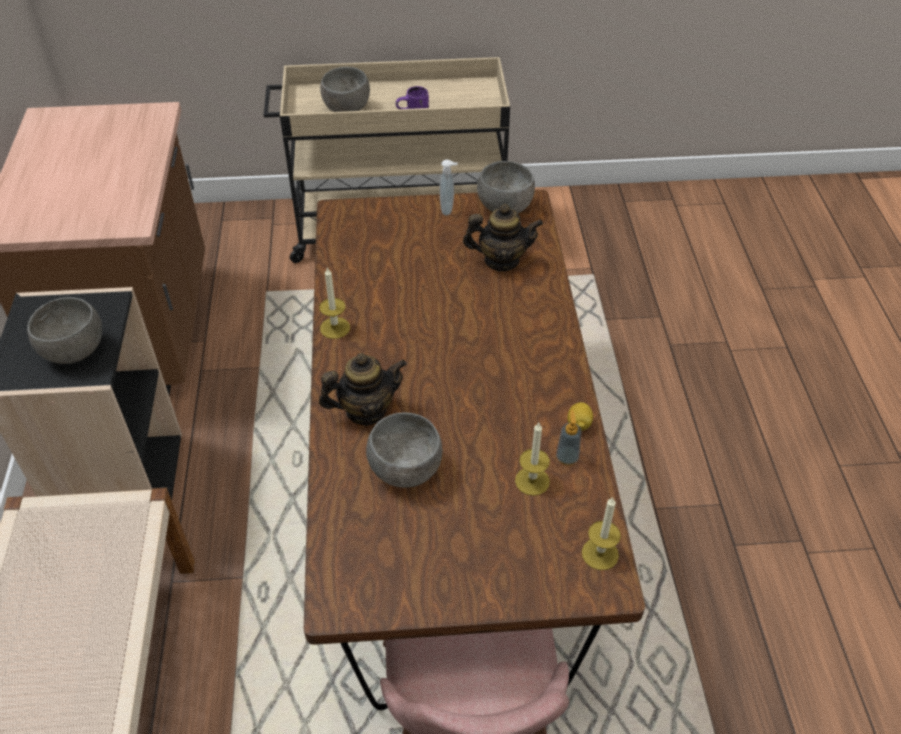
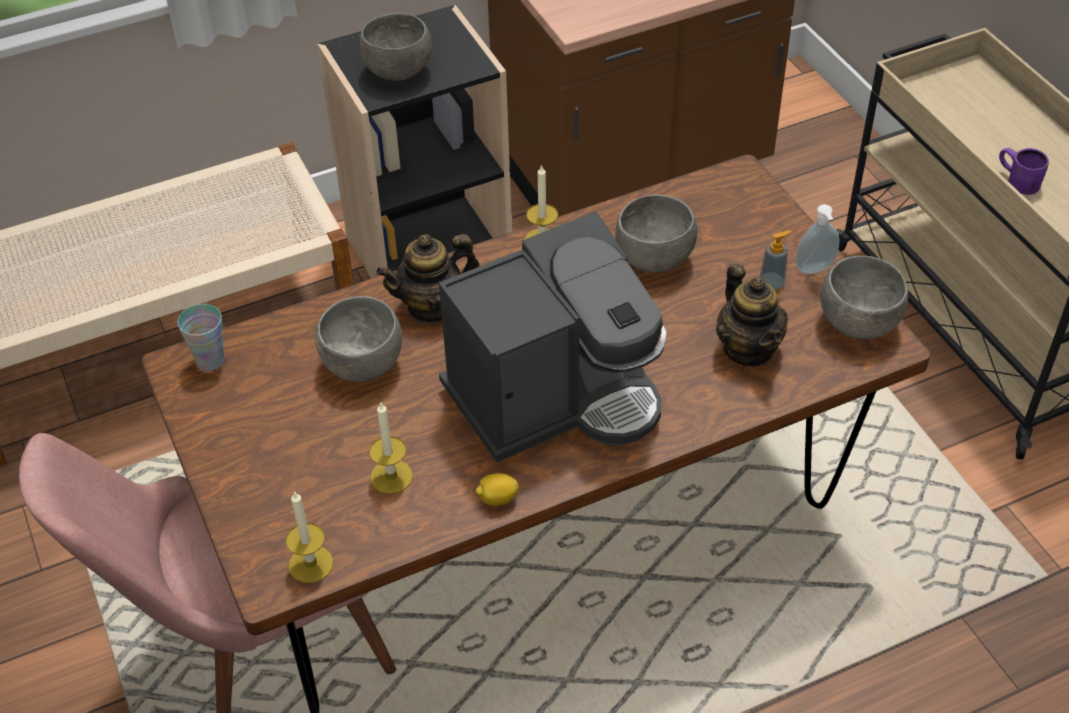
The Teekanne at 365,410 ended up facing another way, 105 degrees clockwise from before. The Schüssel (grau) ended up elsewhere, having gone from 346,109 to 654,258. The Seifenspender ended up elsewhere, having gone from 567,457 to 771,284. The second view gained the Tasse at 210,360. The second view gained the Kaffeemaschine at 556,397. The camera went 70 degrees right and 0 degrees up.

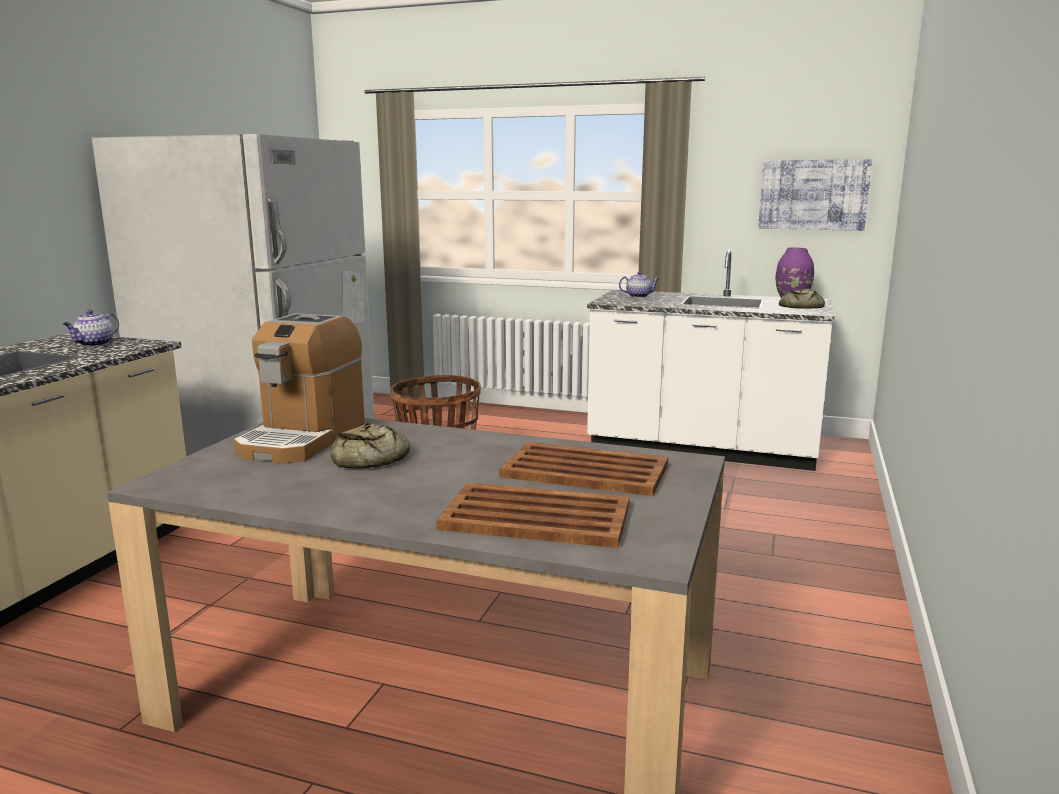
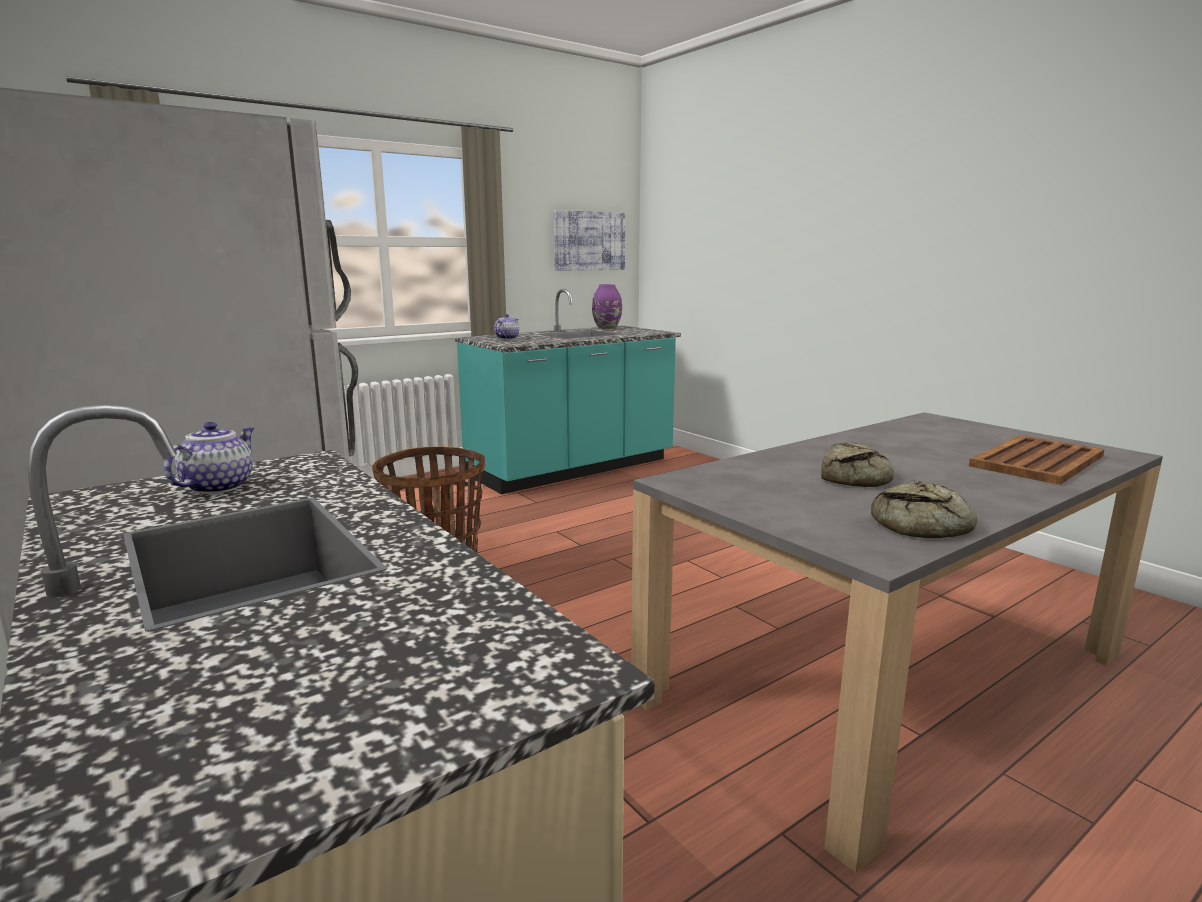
The Teekanne at 94,344 ended up facing another way, 135 degrees counterclockwise from before. The second view lost the Kaffeemaschine at 303,438. The second view lost the Tablett (braun) at 583,470. What was the Küchenzeile (weiß) at 702,448 turned into the Küchenzeile (türkis) at 572,468. The Brot ended up elsewhere, having gone from 800,307 to 924,525. The camera went 55 degrees left and 0 degrees up.

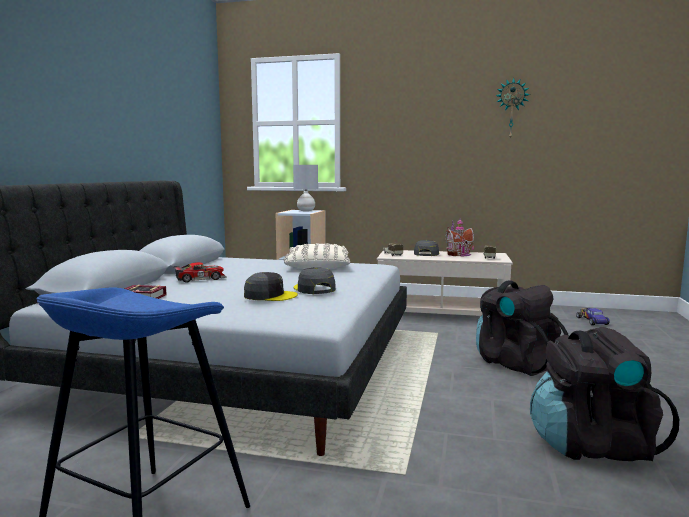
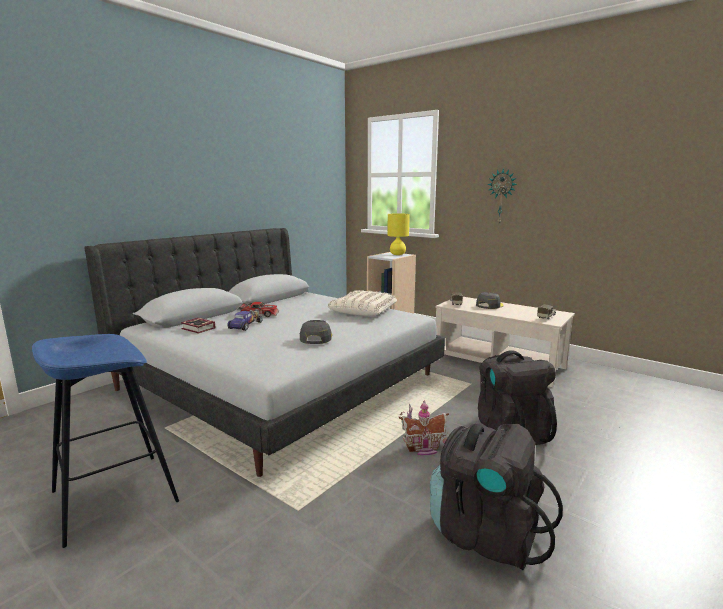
The second view lost the Kappe (grau) at 270,295. What was the Tischlampe (grau) at 306,210 turned into the Tischlampe (gelb) at 397,254. The Spielzeughaus ended up elsewhere, having gone from 460,255 to 423,449. The Wanduhr ended up elsewhere, having gone from 511,109 to 501,196. The Spielzeugauto ended up elsewhere, having gone from 591,321 to 246,325. The camera went 25 degrees right and 5 degrees up.

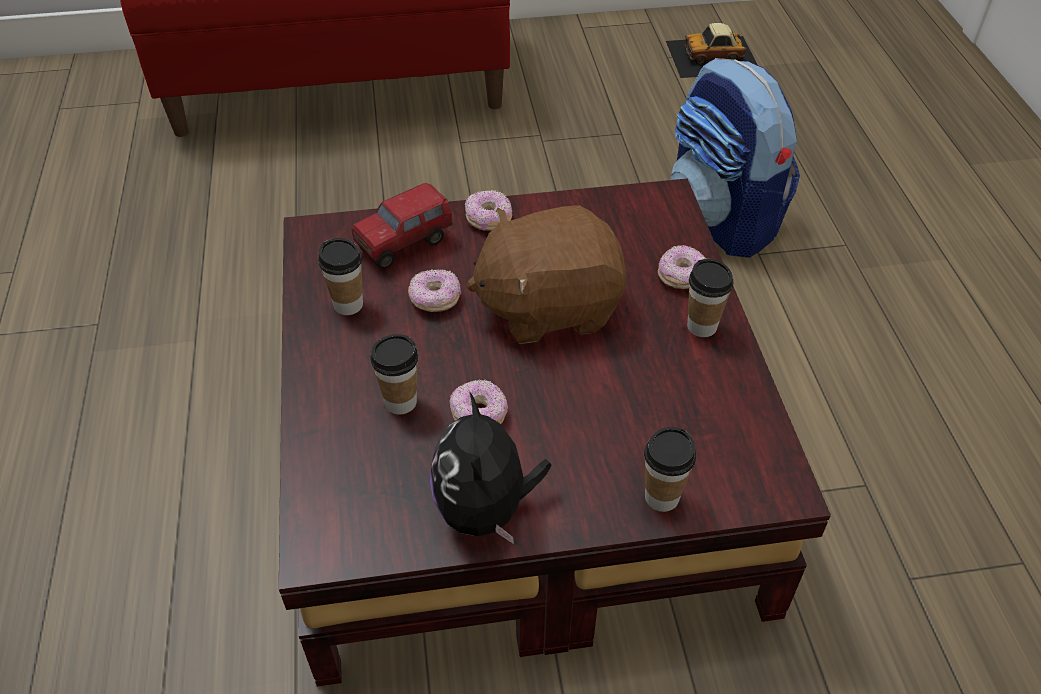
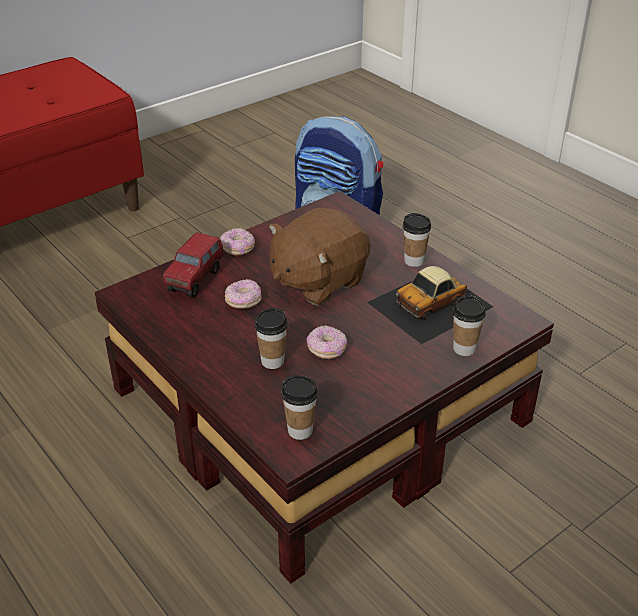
The Tasse ended up elsewhere, having gone from 348,305 to 300,430. The second view lost the Plüschtier at 486,510. The second view lost the Donut at 682,277. The Spielzeugauto ended up elsewhere, having gone from 713,56 to 431,304. The camera went 30 degrees left and 10 degrees down.

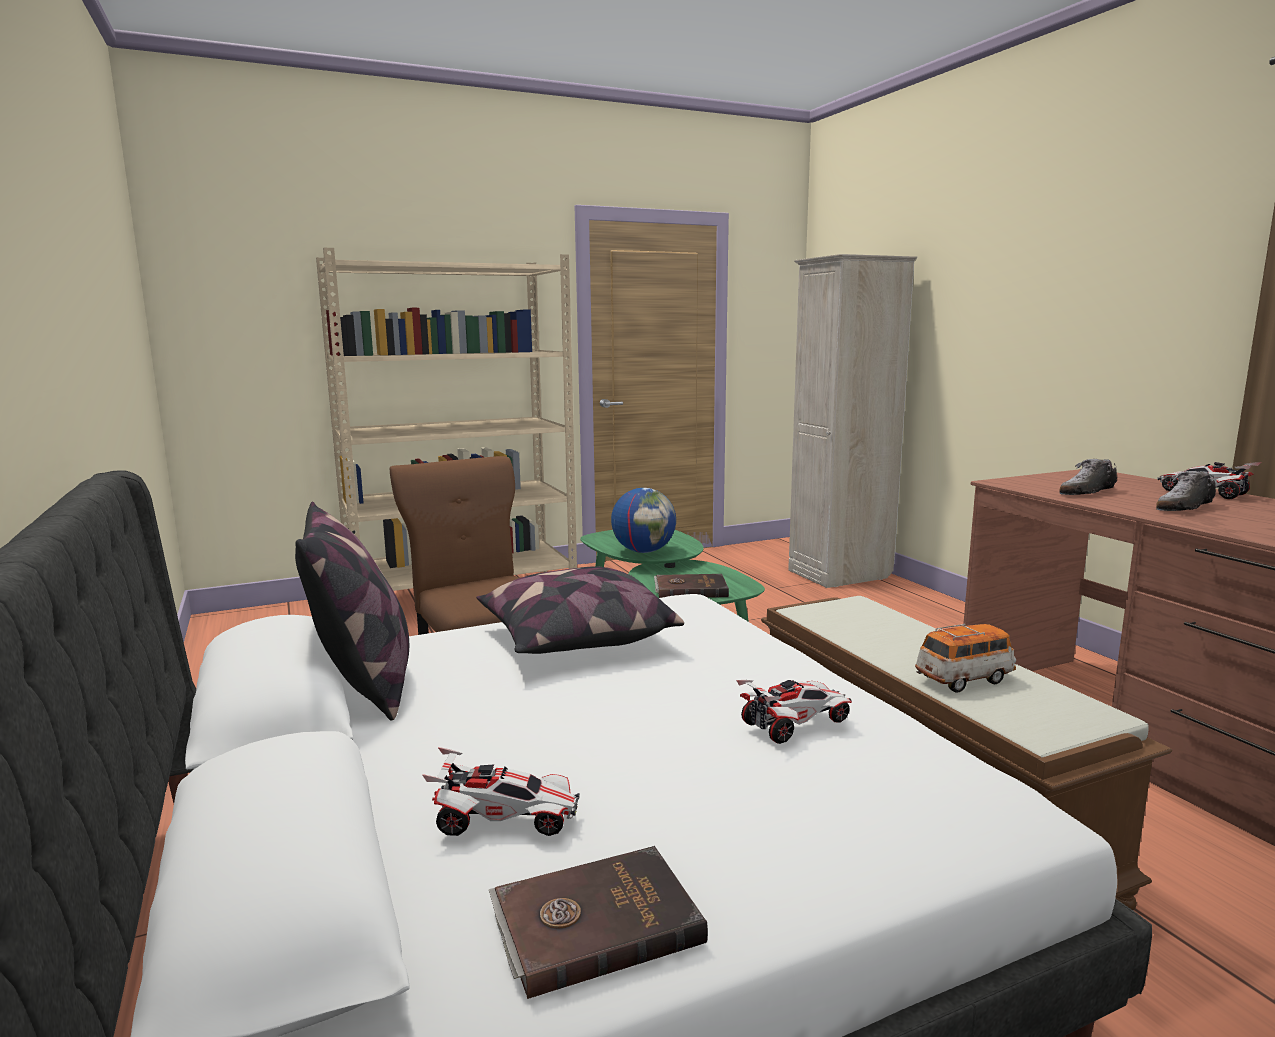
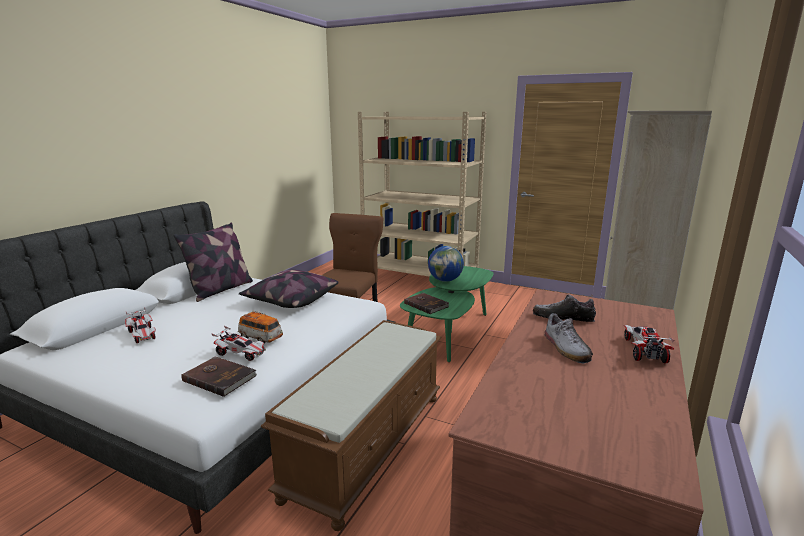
The Buch (braun) ended up elsewhere, having gone from 594,922 to 220,378. The Spielzeugauto ended up elsewhere, having gone from 964,679 to 261,338. The Schuh at 1184,507 ended up facing another way, 120 degrees counterclockwise from before. The camera went 50 degrees right and 5 degrees up.

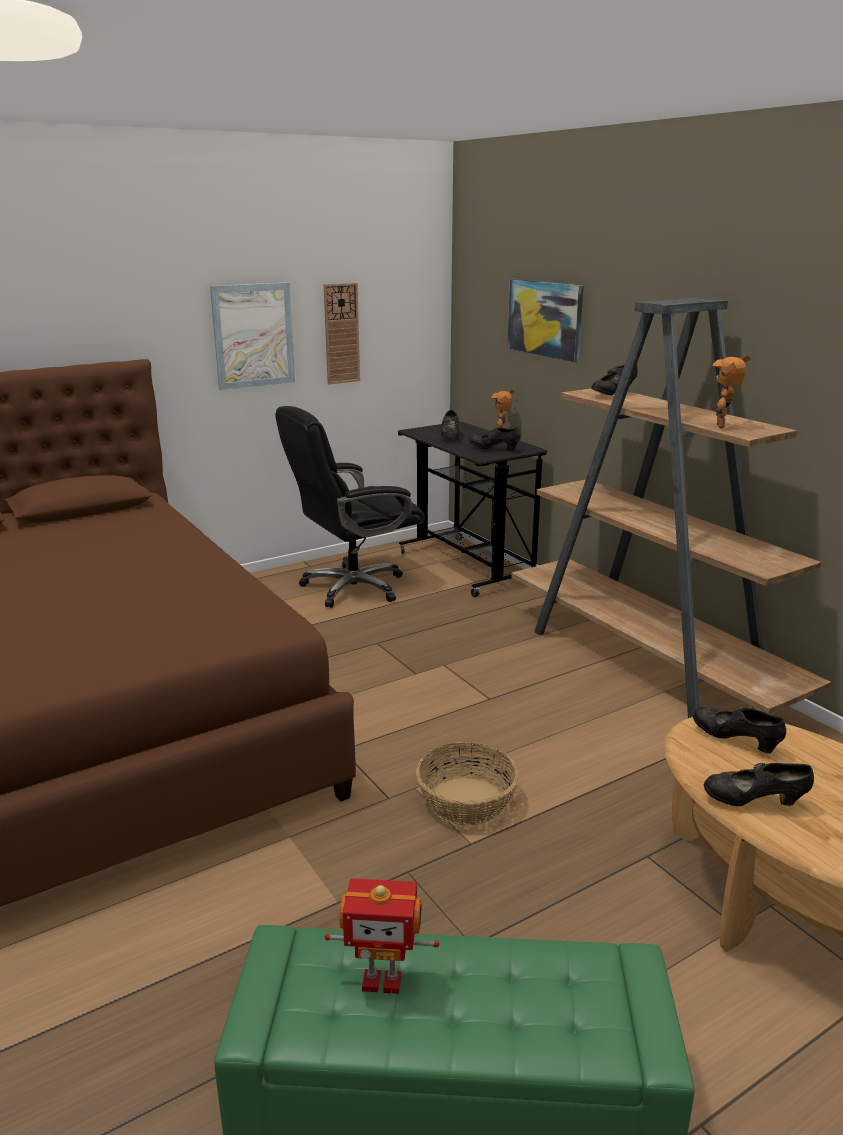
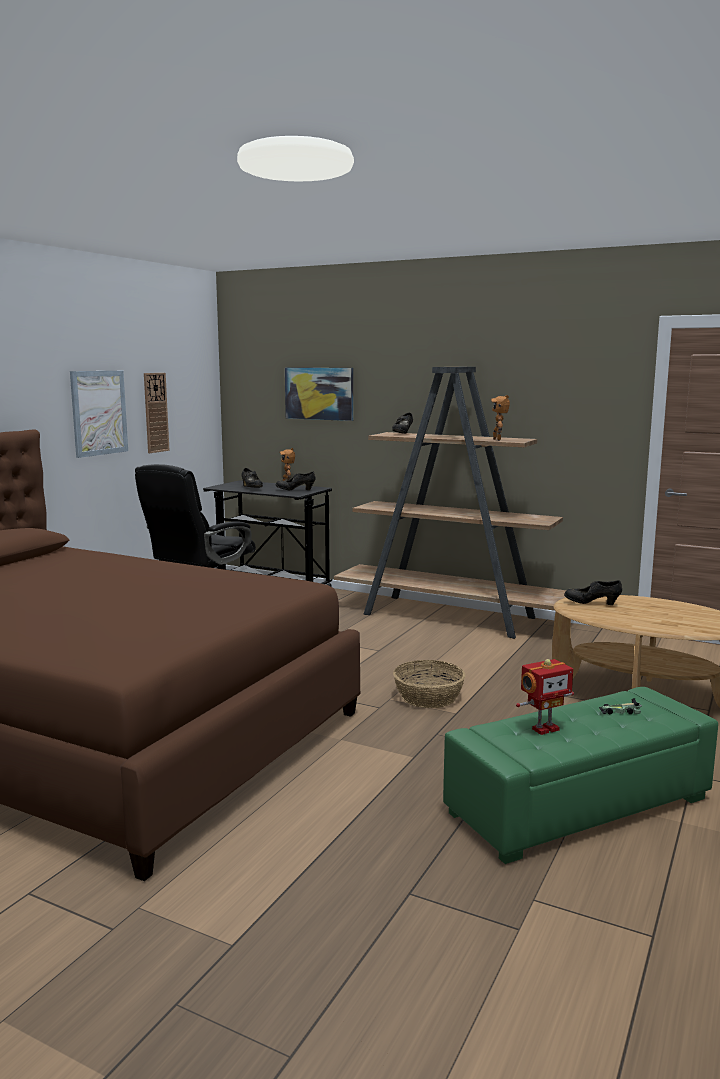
The second view lost the Schuh (schwarz) at 754,802. The second view gained the Spielzeugauto at 620,711. The camera went 30 degrees left and 10 degrees down.

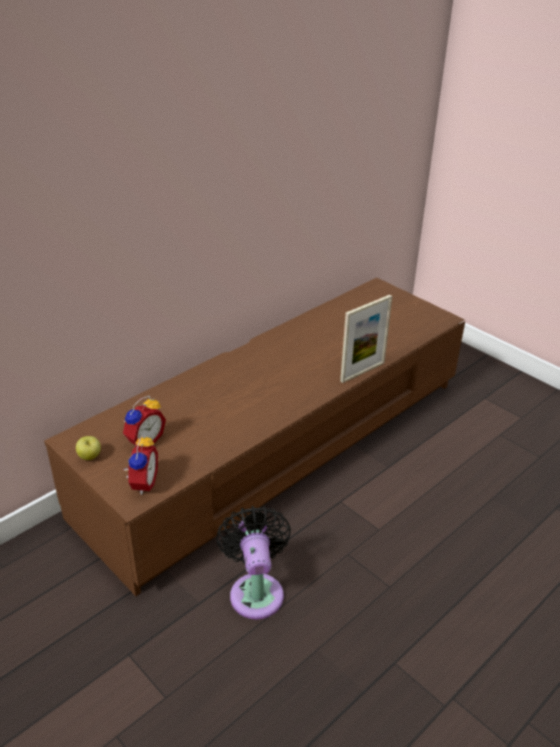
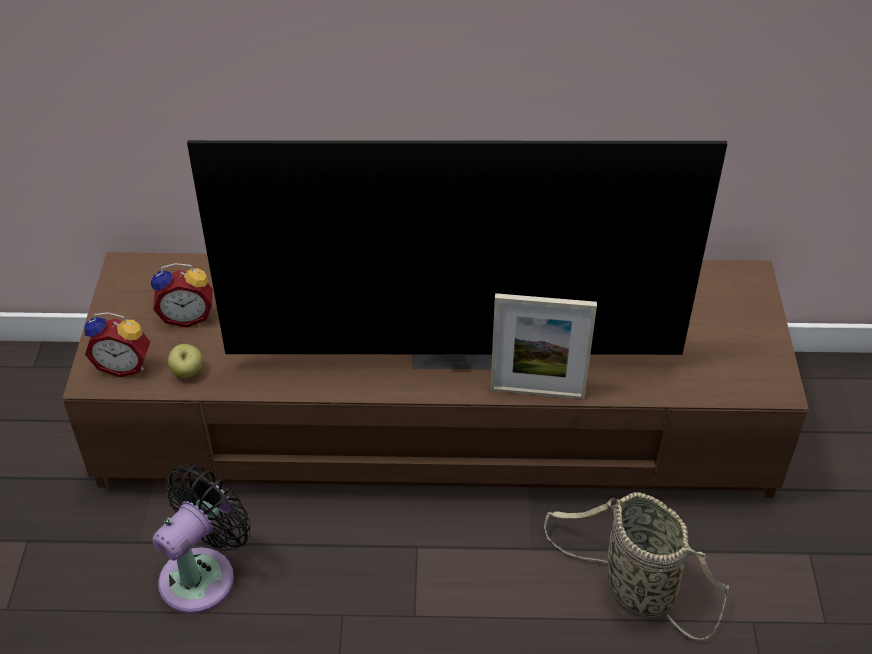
The Apfel ended up elsewhere, having gone from 90,457 to 187,372. The Wecker at 142,483 ended up facing another way, 45 degrees clockwise from before. The second view gained the Fernseher at 456,348. The second view gained the Korb at 634,588. The camera went 45 degrees right and 10 degrees up.

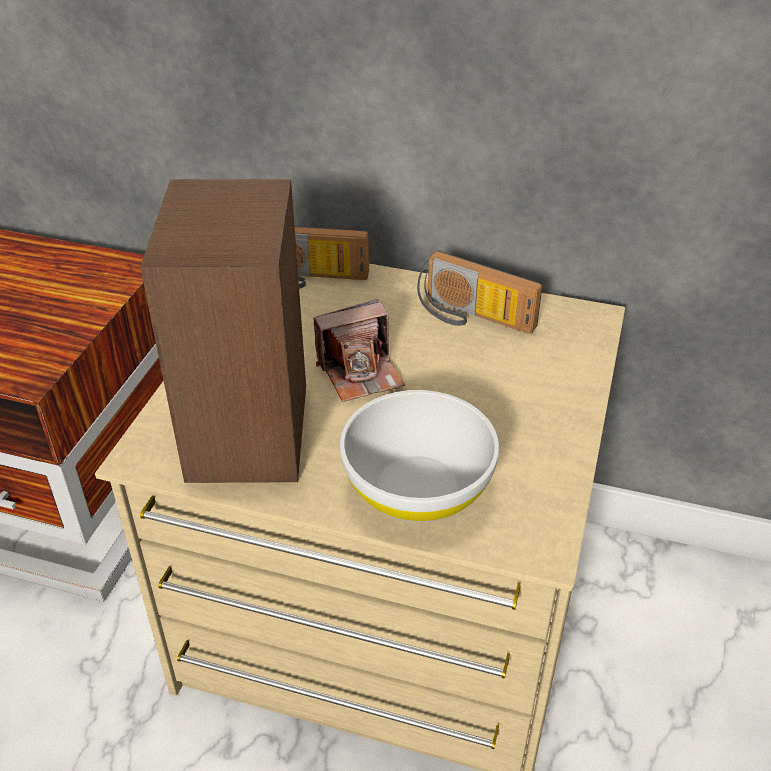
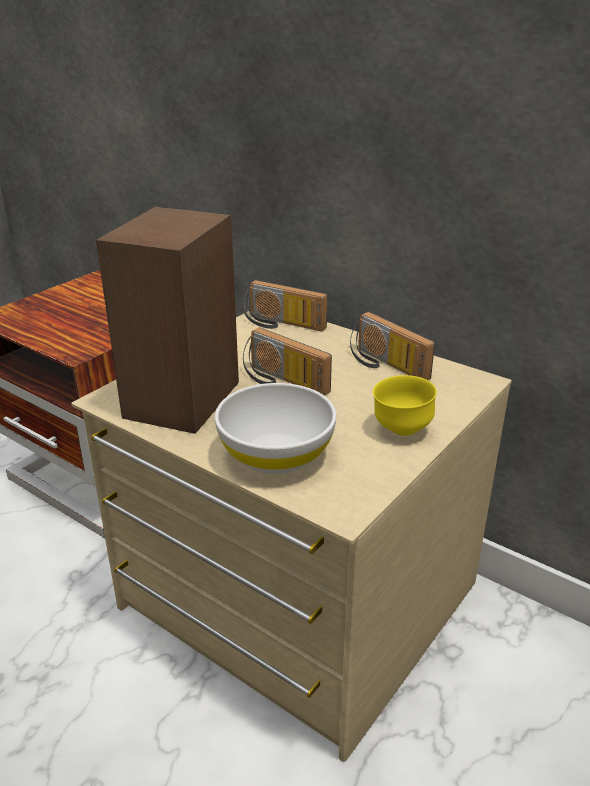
Where the Kamera stood at 360,372, the Radio came to stand at 281,382. The second view gained the Schüssel (gelb) at 401,430. The camera went 20 degrees right and 10 degrees down.

